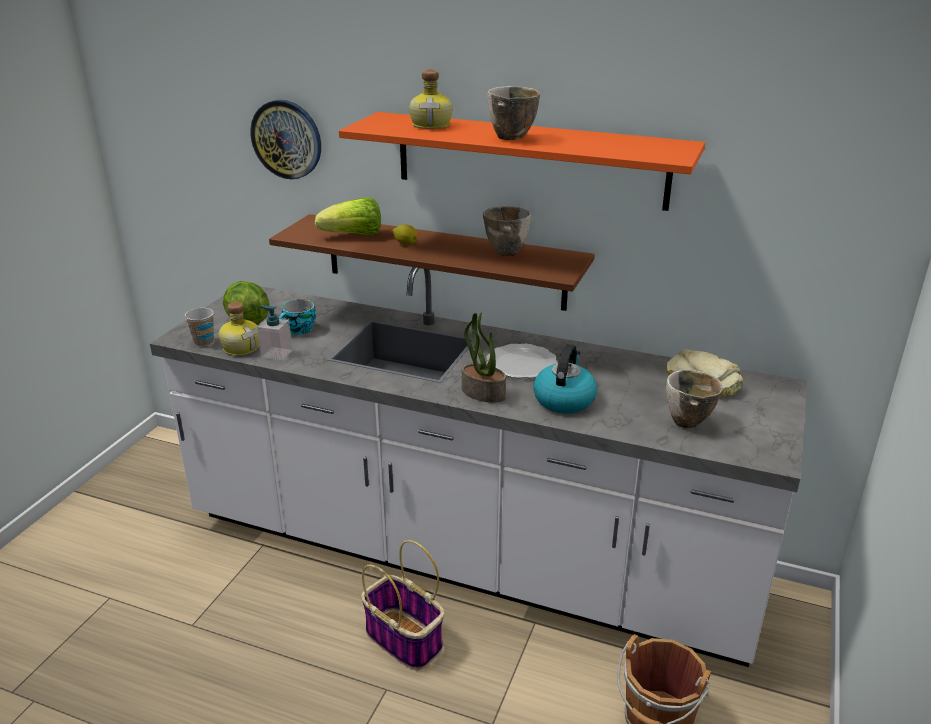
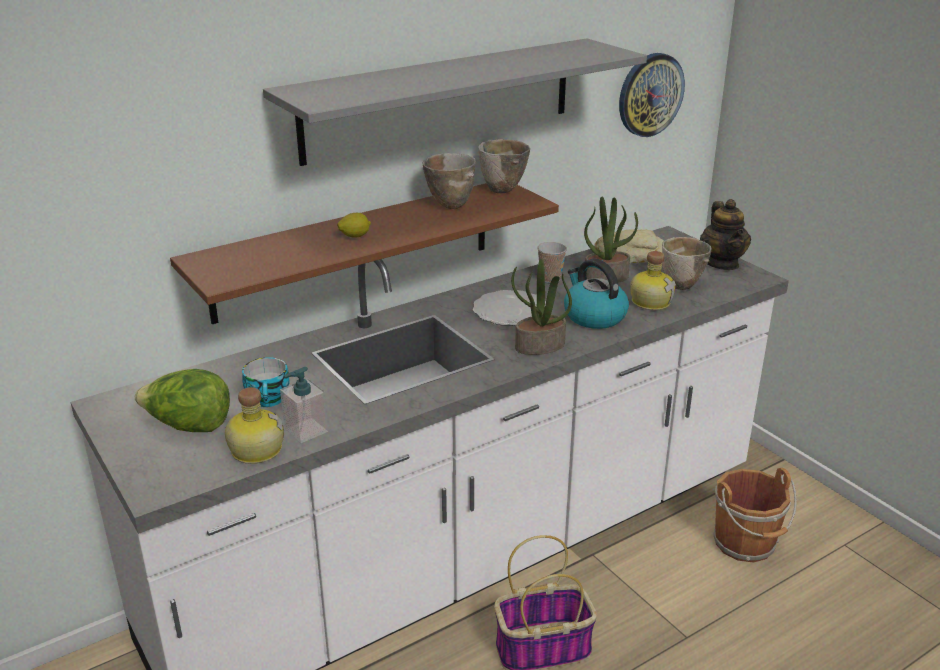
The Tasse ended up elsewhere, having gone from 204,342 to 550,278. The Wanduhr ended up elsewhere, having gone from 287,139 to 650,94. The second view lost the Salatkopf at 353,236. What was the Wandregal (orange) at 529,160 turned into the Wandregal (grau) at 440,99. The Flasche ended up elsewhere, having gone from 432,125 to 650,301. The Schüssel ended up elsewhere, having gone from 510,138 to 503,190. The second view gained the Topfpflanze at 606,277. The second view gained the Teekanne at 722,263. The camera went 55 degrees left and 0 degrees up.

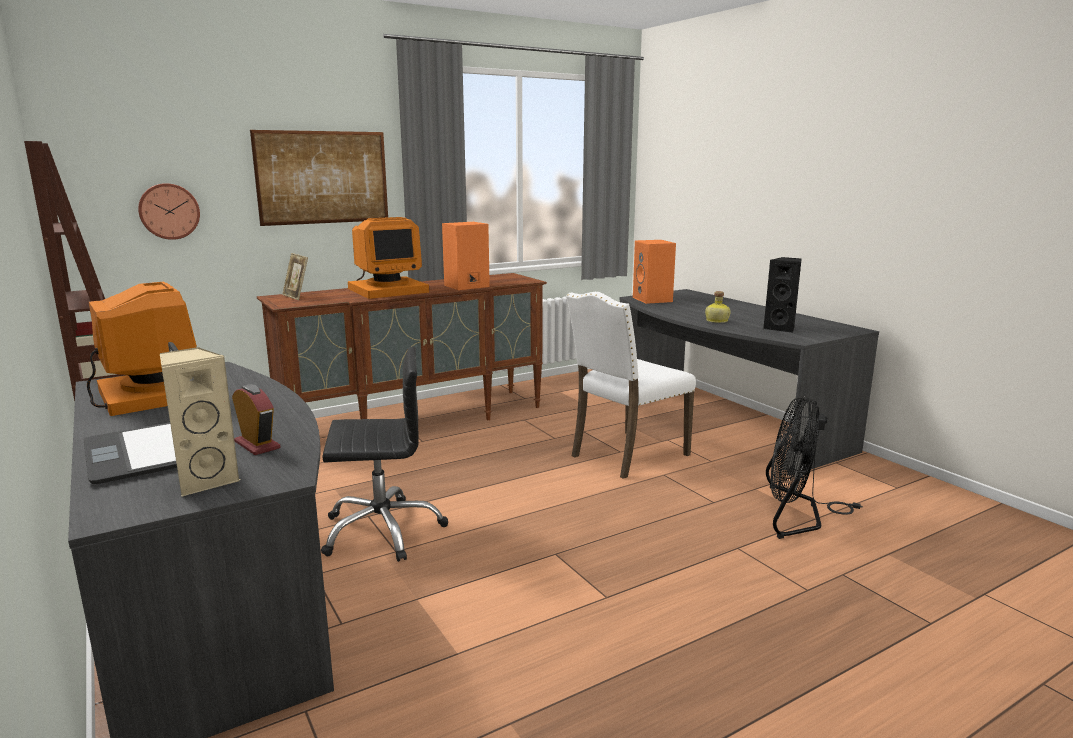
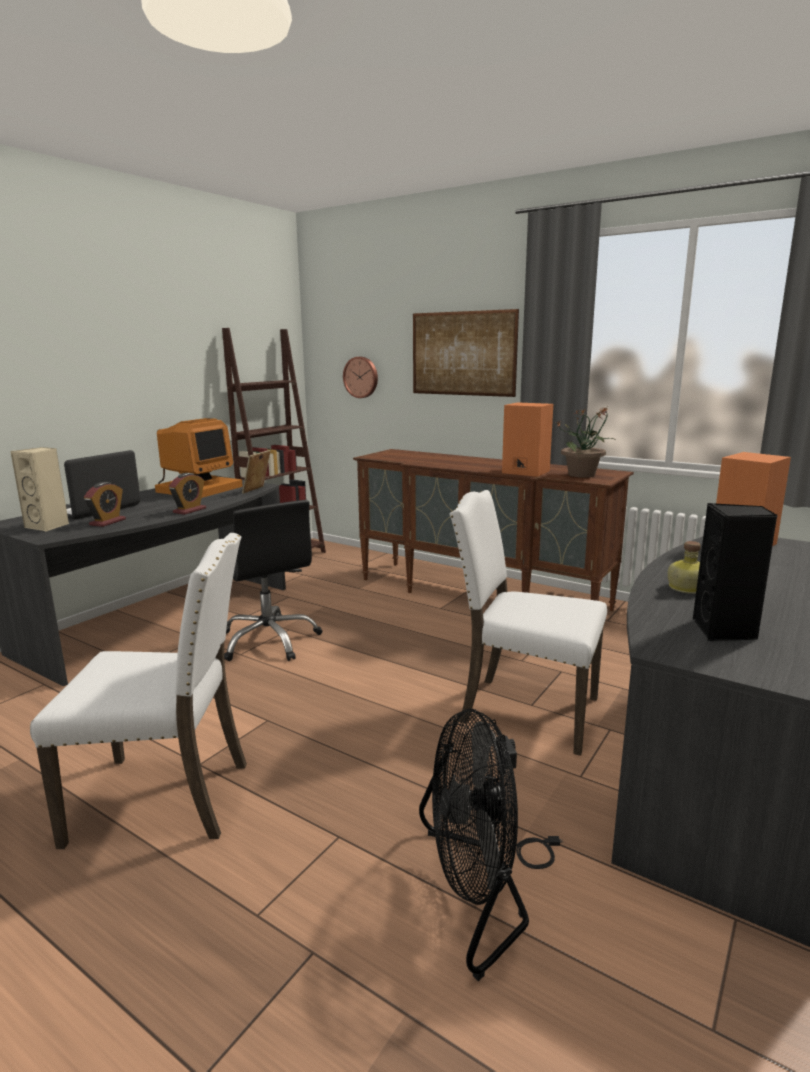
The Bilderrahmen ended up elsewhere, having gone from 296,297 to 257,490. The second view lost the Monitor at 387,290. The Ventilator (schwarz) at 798,512 ended up facing another way, 90 degrees counterclockwise from before. The second view gained the Stuhl (weiß) at 166,799. The second view gained the Wecker at 189,510. The second view gained the Topfpflanze at 582,475. The camera went 65 degrees right and 0 degrees up.

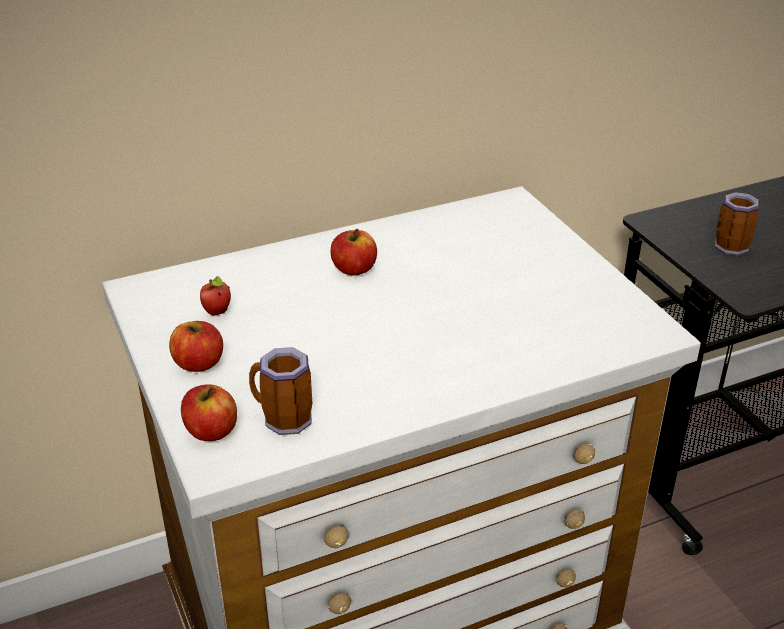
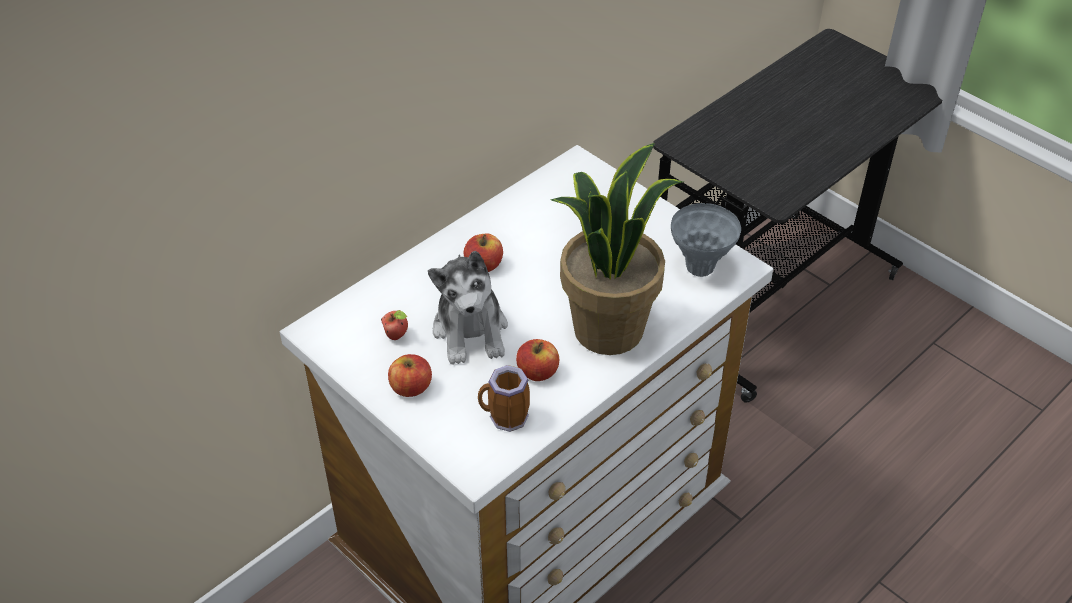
The Apfel ended up elsewhere, having gone from 211,431 to 537,372. The second view lost the Henkelbecher at 728,245. The second view gained the Plüschtier at 471,330. The second view gained the Topfpflanze at 608,328. The second view gained the Vase (grau) at 700,268. The camera went 20 degrees left and 10 degrees up.

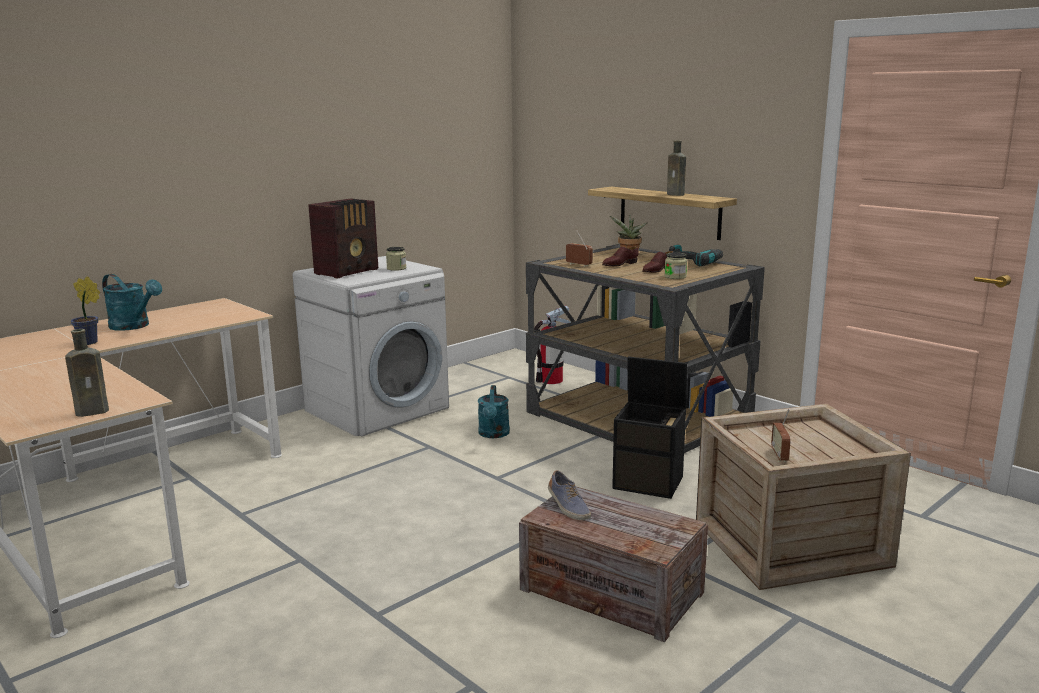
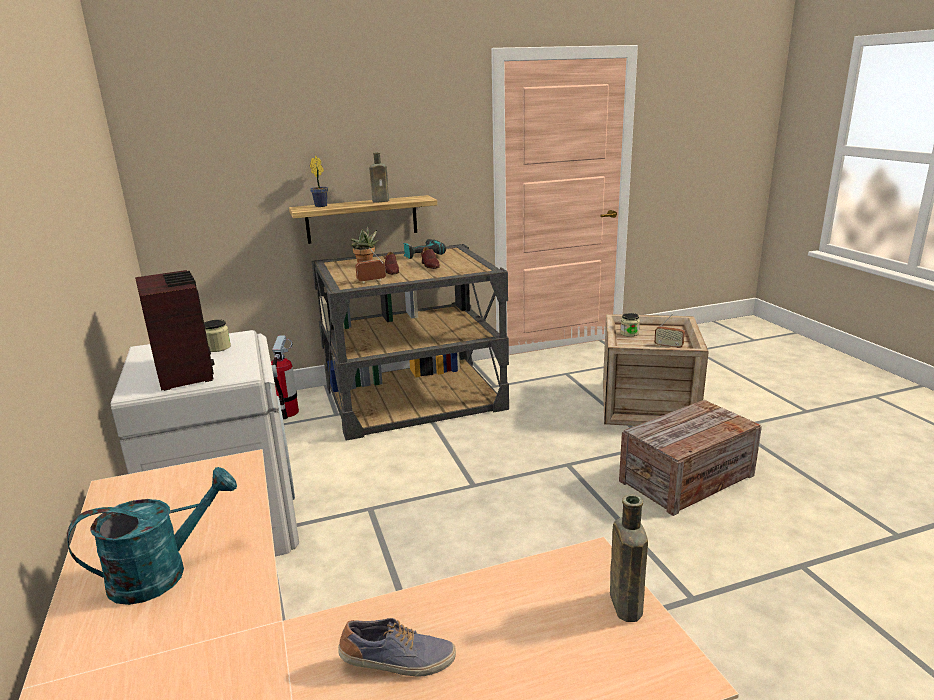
The Topfpflanze ended up elsewhere, having gone from 90,343 to 322,205. The second view lost the Gießkanne (türkis) at 493,434. The Schuh ended up elsewhere, having gone from 567,507 to 398,662. The second view lost the Aufbewahrungsbox (schwarz) at 649,482. The Vorratsglas ended up elsewhere, having gone from 675,277 to 629,333. The camera went 65 degrees left and 5 degrees up.

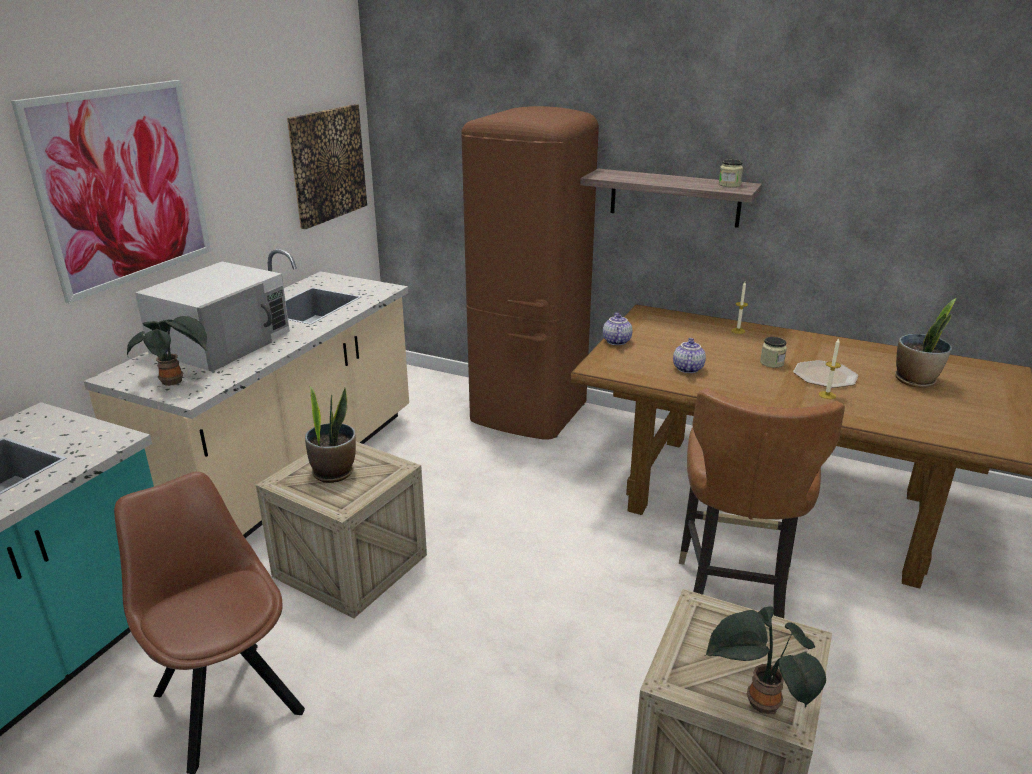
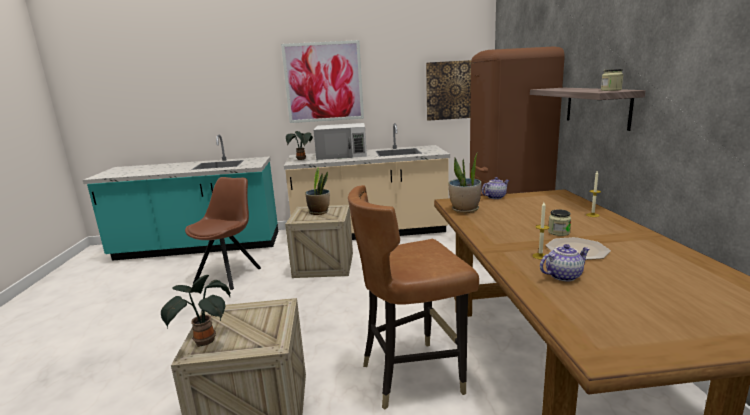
The Teekanne ended up elsewhere, having gone from 687,368 to 563,276. The Topfpflanze ended up elsewhere, having gone from 915,381 to 465,210. The camera went 60 degrees right and 10 degrees down.

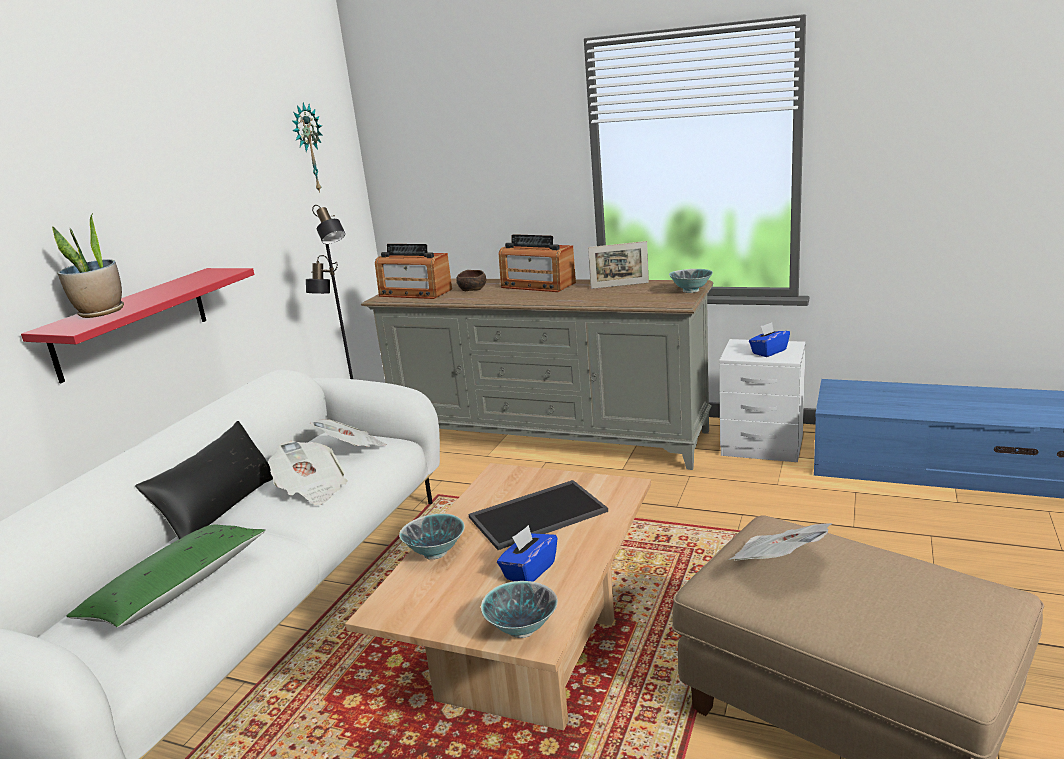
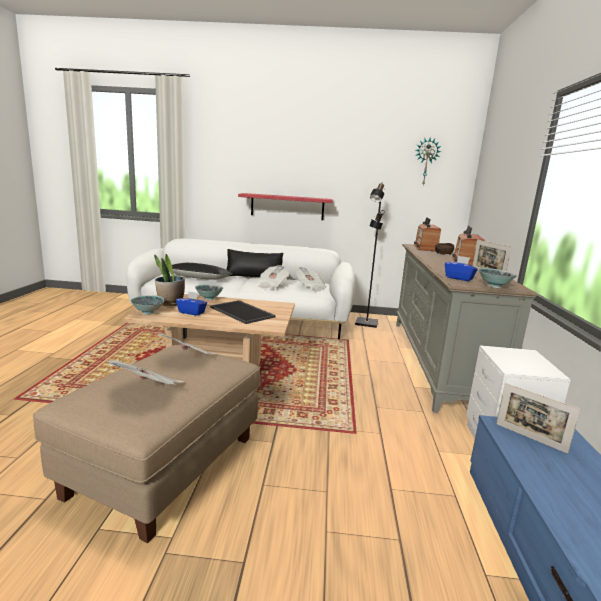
The Topfpflanze ended up elsewhere, having gone from 101,312 to 170,303. What was the Kissen (grün) at 176,589 turned into the Kissen (schwarz) at 199,278. The Taschentuchbox (blau) ended up elsewhere, having gone from 768,352 to 459,278. The second view gained the Zeitung at 147,390. The second view gained the Bilderrahmen at 530,438. The camera went 70 degrees right and 5 degrees down.

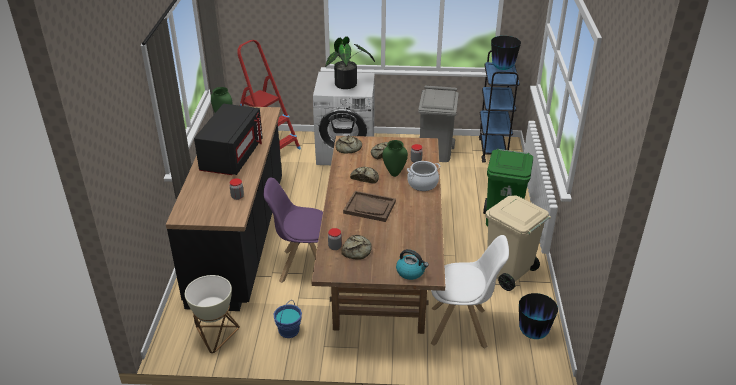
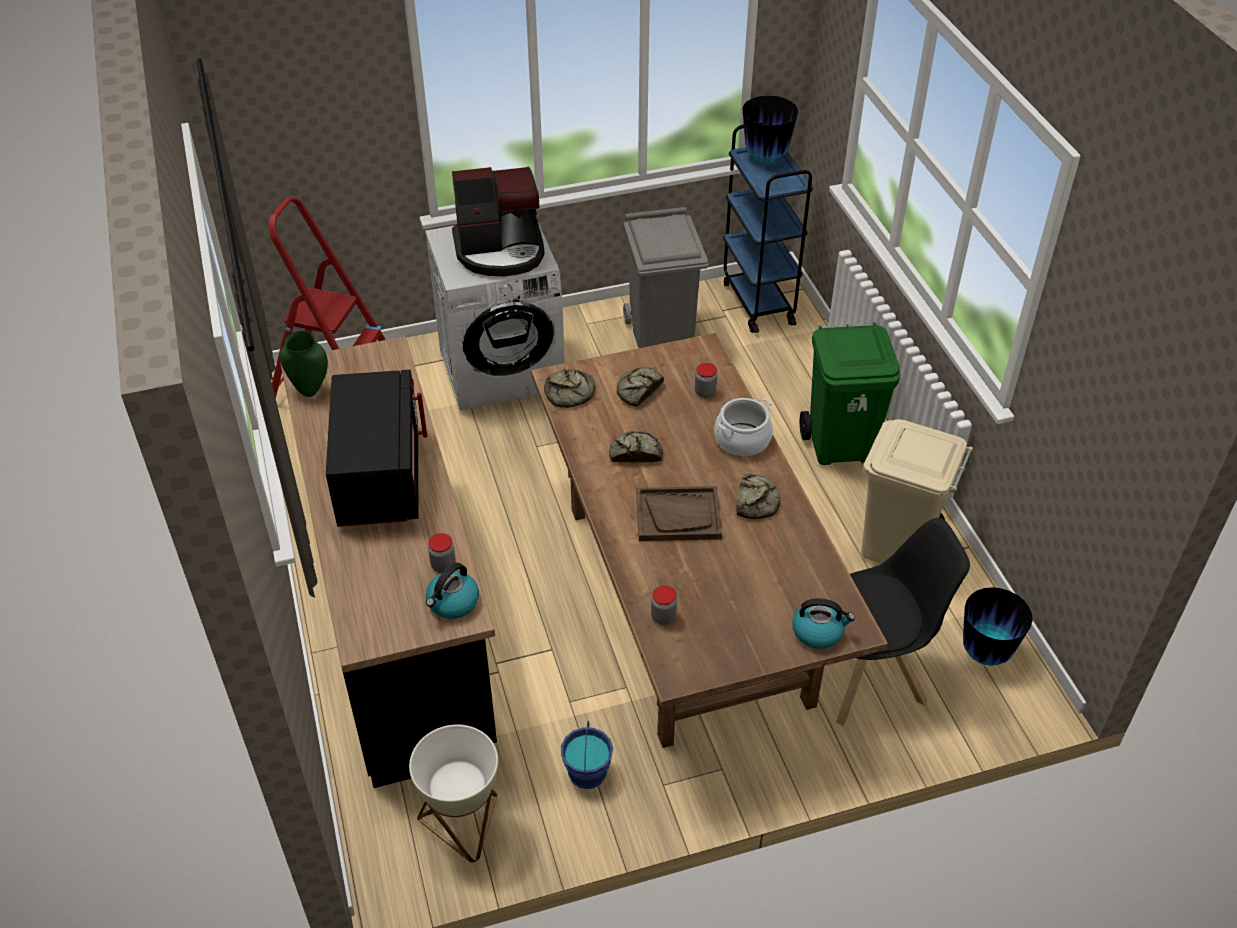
The second view lost the Stuhl (lila) at 303,266. Where the Topfpflanze stood at 348,85, the Kaffeemaschine came to stand at 500,251. The Brot ended up elsewhere, having gone from 357,250 to 756,501. The second view lost the Vase (grün) at 394,173. What was the Stuhl (weiß) at 462,327 turned into the Stuhl (schwarz) at 871,675. The second view gained the Wasserkessel at 452,603. The camera went 20 degrees left and 10 degrees up.

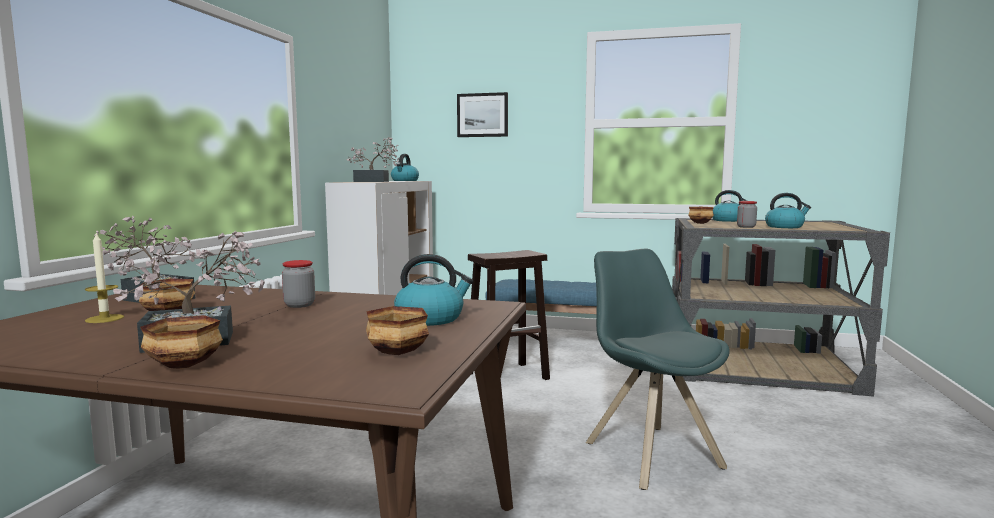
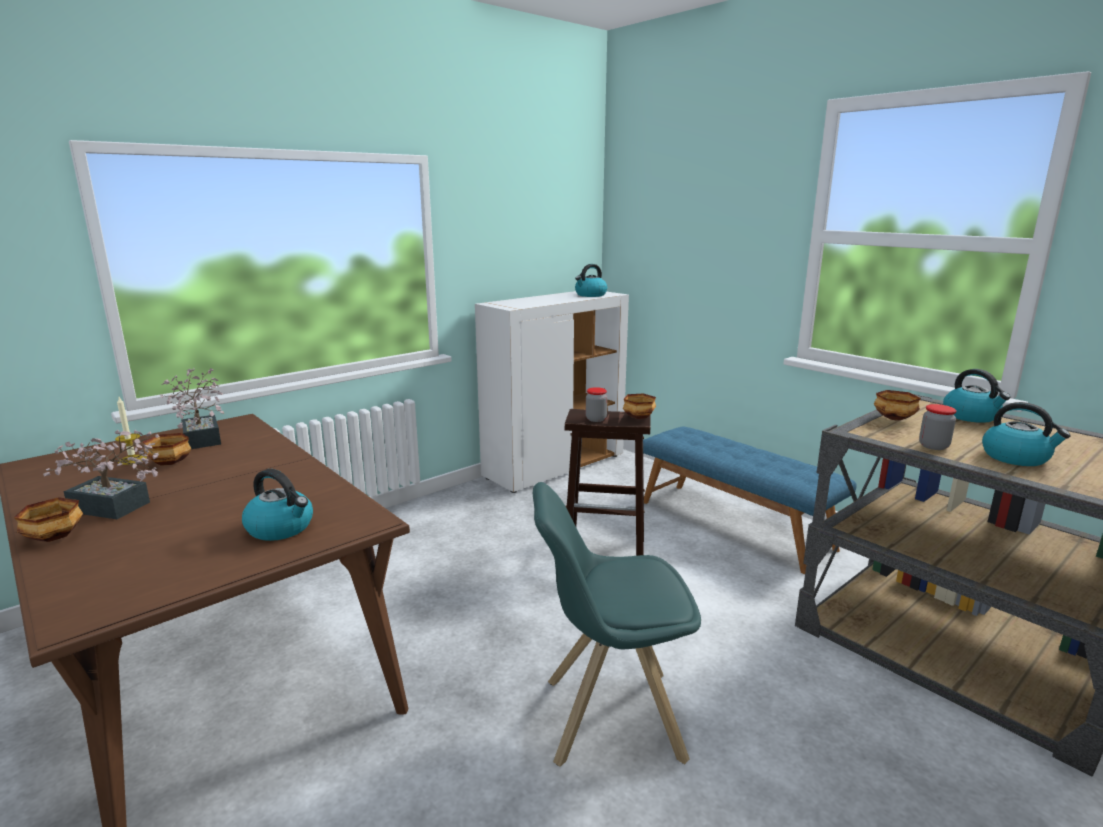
The Vorratsglas ended up elsewhere, having gone from 299,305 to 596,419. The second view lost the Topfpflanze at 375,181. The Schüssel ended up elsewhere, having gone from 397,353 to 638,417. The second view lost the Bild at 482,115. The Stuhl (türkis) at 651,454 ended up facing another way, 105 degrees counterclockwise from before. The camera went 35 degrees right and 10 degrees up.

